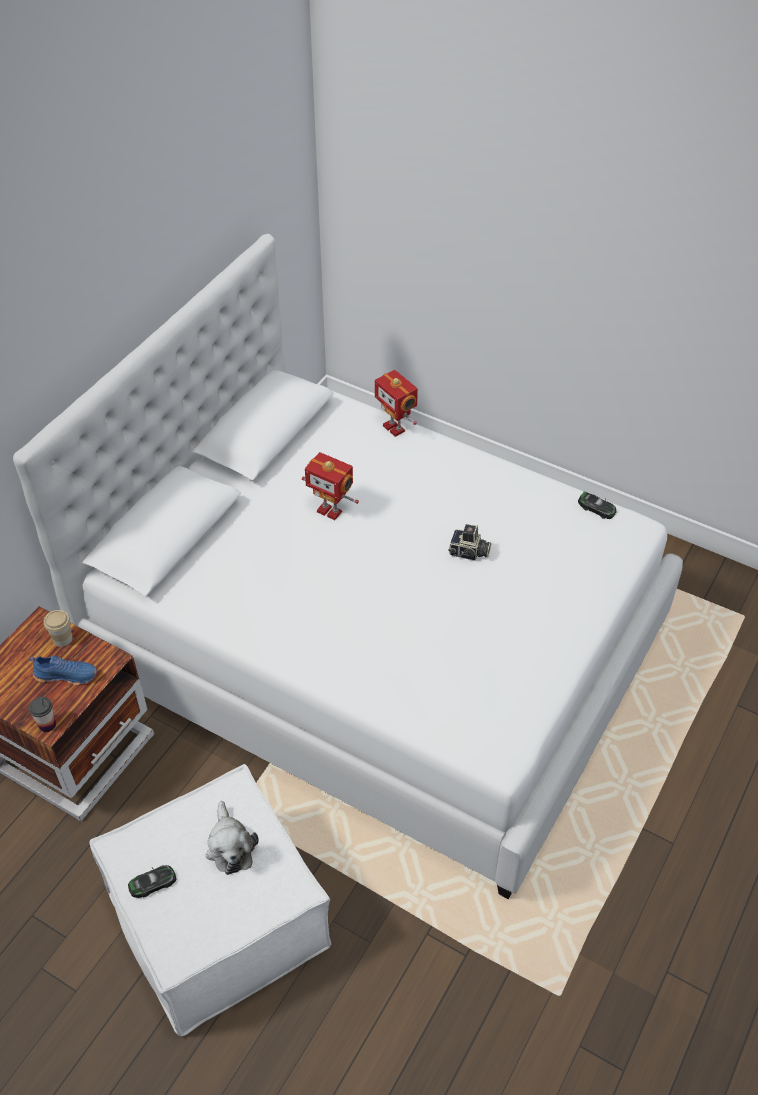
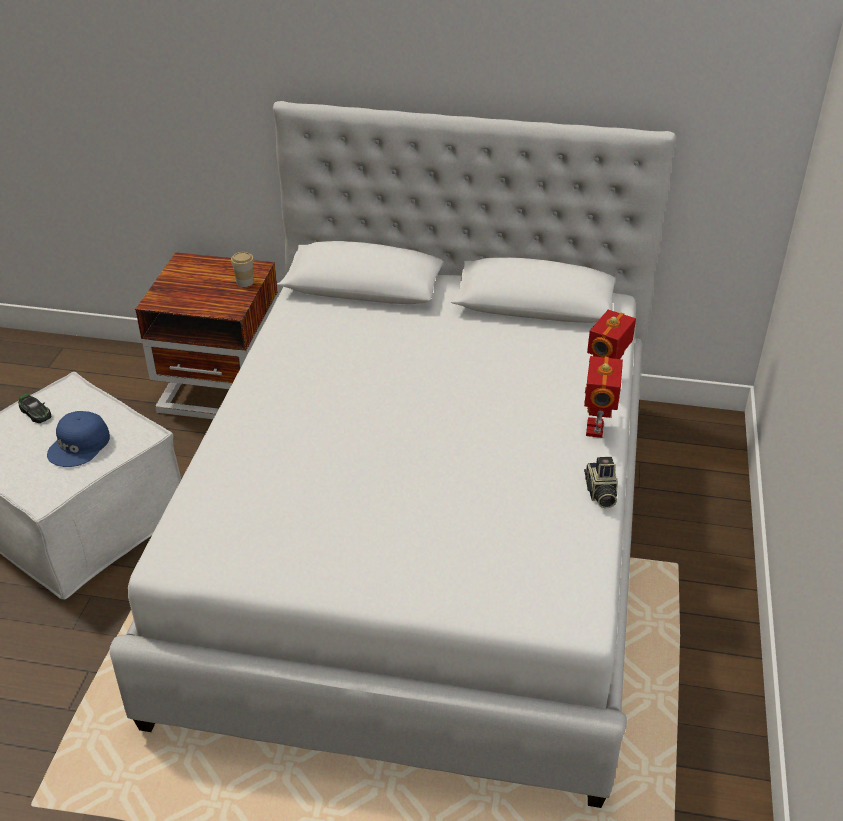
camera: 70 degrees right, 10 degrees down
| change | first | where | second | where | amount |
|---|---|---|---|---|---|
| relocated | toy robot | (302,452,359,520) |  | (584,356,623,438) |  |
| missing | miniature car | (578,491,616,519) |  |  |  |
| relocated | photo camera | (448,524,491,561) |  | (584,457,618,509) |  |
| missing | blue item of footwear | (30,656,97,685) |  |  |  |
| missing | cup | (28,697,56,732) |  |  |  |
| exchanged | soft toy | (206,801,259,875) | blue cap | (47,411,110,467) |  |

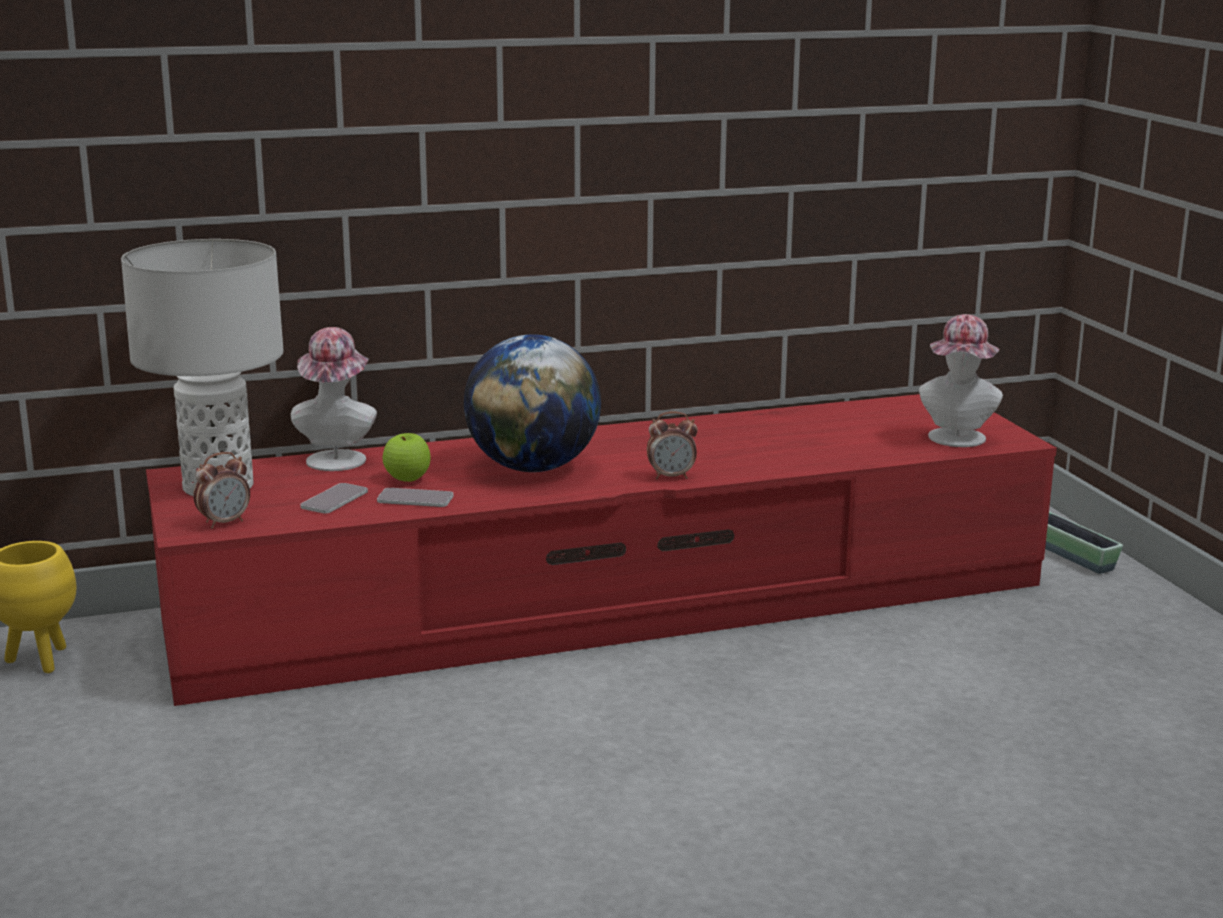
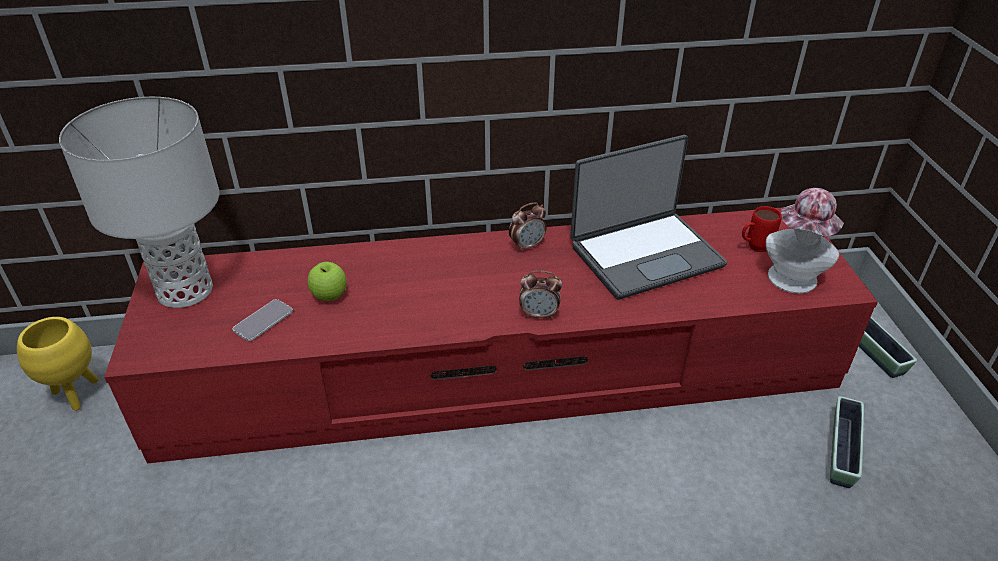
camera: 10 degrees right, 20 degrees up
| change | first | where | second | where | amount |
|---|---|---|---|---|---|
| missing | wearable hat | (291,327,377,471) |  |  |  |
| missing | globe | (464,335,601,472) |  |  |  |
| relocated | table clock | (193,452,250,529) |  | (509,202,547,252) |  |
| missing | handset | (377,488,453,507) |  |  |  |
| appeared |  |  | portable computer | (570,135,727,300) |  |
| appeared |  |  | red tea mug | (742,206,782,252) |  |
| appeared |  |  | planter | (830,396,864,488) |  |

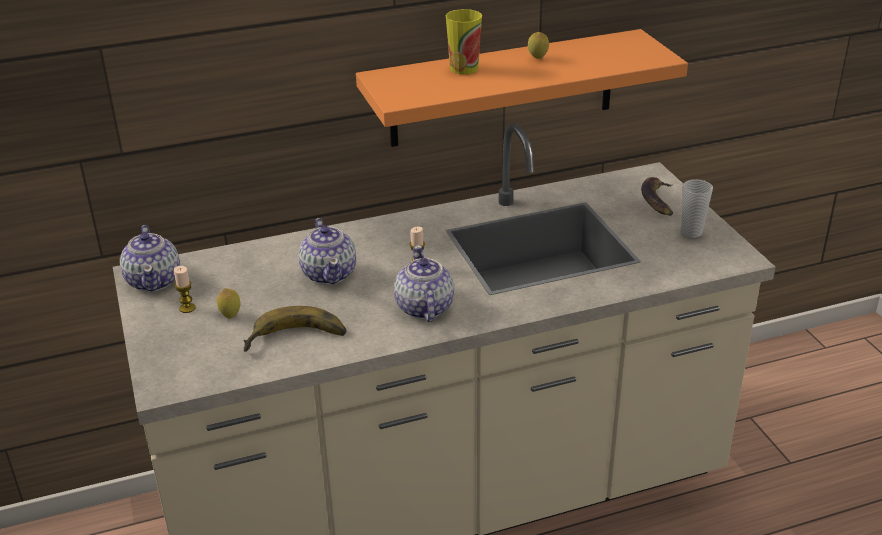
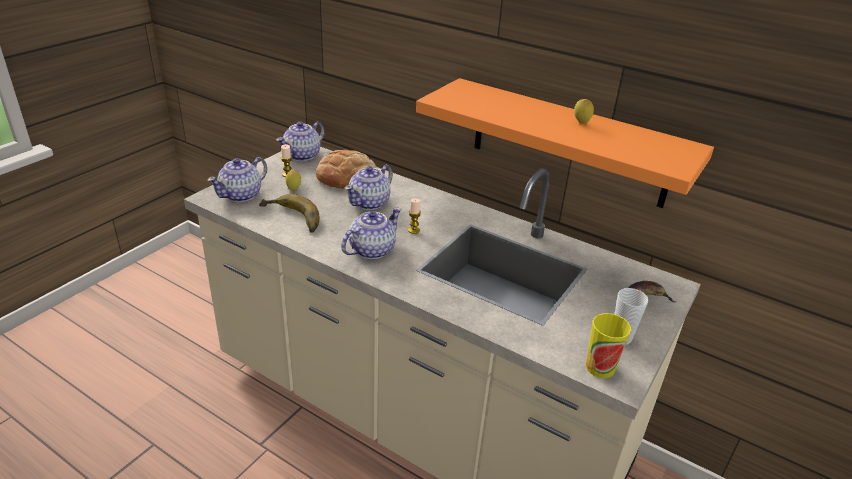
camera: 50 degrees right, 0 degrees up
| change | first | where | second | where | amount |
|---|---|---|---|---|---|
| relocated | cup | (446,9,482,74) |  | (586,313,631,378) |  |
| appeared |  |  | bakery bread | (316,150,377,189) |  |
| appeared |  |  | pot for tea | (207,157,267,202) |  |

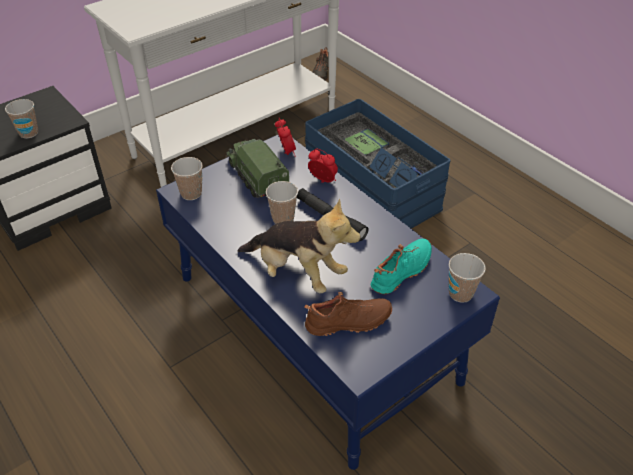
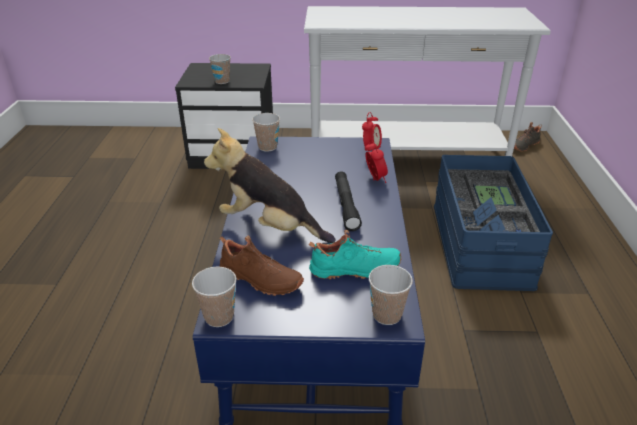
camera: 40 degrees right, 10 degrees down
| change | first | where | second | where | amount |
|---|---|---|---|---|---|
| missing | toy truck | (226,139,289,198) |  |  |  |
| relocated | cup | (266,181,298,224) |  | (192,266,236,327) |  |
| spun | soft toy | (237,198,361,294) |  | (204,128,336,243) | 135 degrees clockwise |

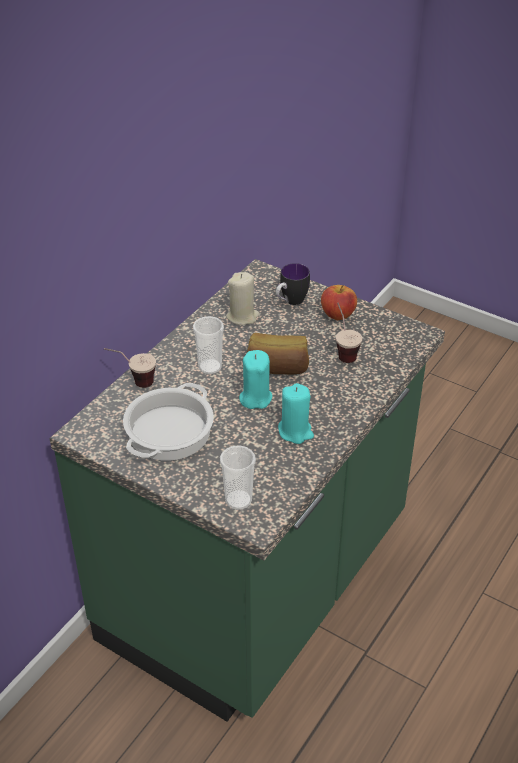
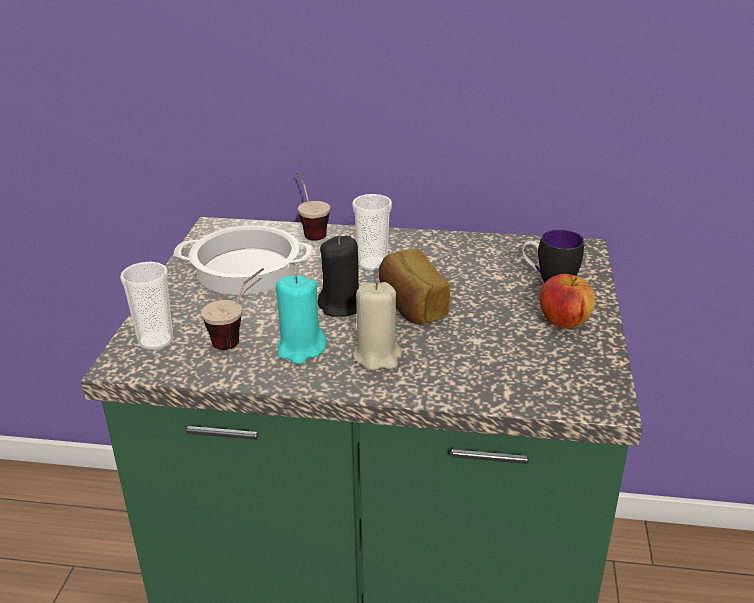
camera: 65 degrees right, 10 degrees down
| change | first | where | second | where | amount |
|---|---|---|---|---|---|
| relocated | beige wax light | (226,272,260,325) |  | (353,282,402,370) |  |
| relocated | cup | (336,303,362,363) |  | (201,268,264,350) |  |
| colour | turquoise-coloured wax light | (239,350,272,409) | black wax light | (318,236,359,317) |  |

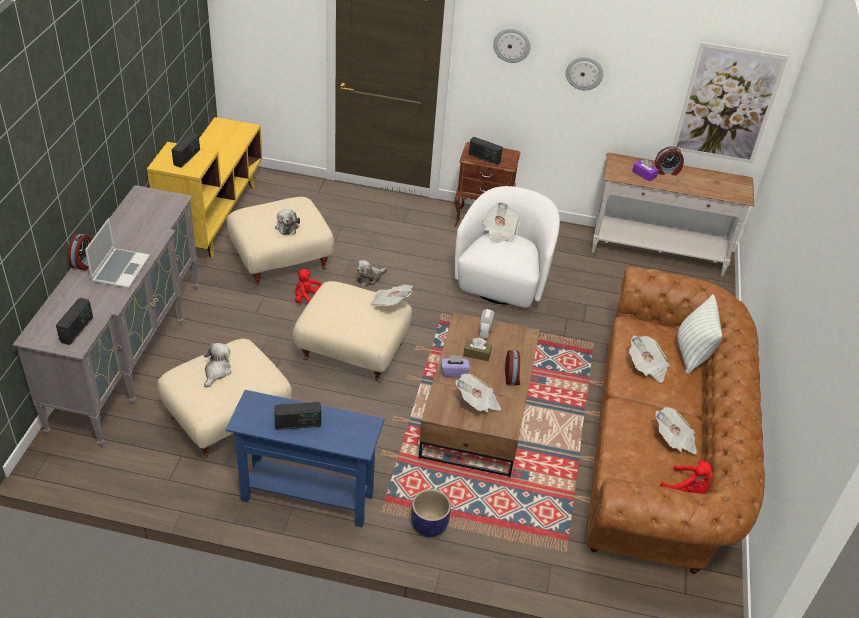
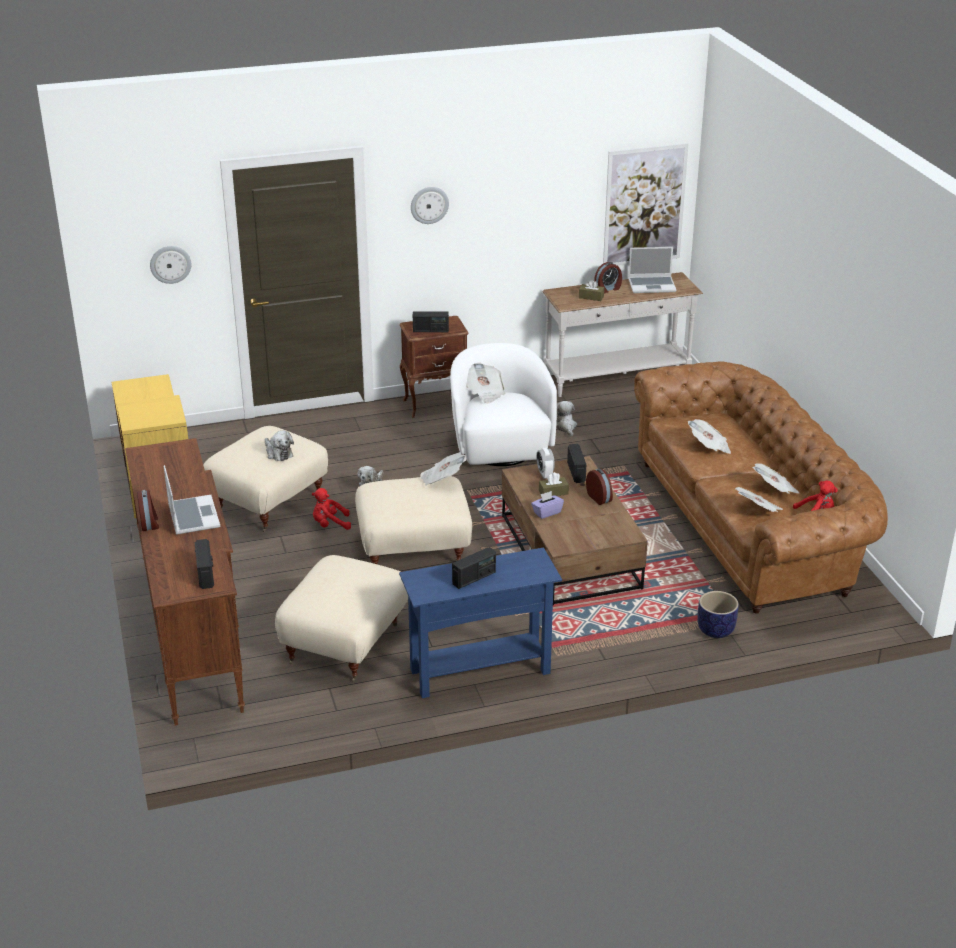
camera: 25 degrees left, 10 degrees down
| change | first | where | second | where | amount |
|---|---|---|---|---|---|
| relocated | hanging clock | (566,57,603,90) |  | (150,246,191,284) |  |
| relocated | radio receiver | (172,132,200,168) |  | (567,444,586,483) |  |
| colour | purple-coloured tissue holder | (632,159,659,182) | brown-coloured tissue holder | (579,279,604,301) |  |
| colour | greyish storage cabinet | (12,185,199,448) | brown-coloured storage cabinet | (125,438,245,725) |  |
| missing | pillow | (677,294,722,375) |  |  |  |
| relocated | soft toy | (204,343,231,388) |  | (556,401,577,437) |  |
| relocated | daily paper | (455,373,501,412) |  | (735,487,783,512) |  |
| relocated | planter | (411,489,451,537) |  | (698,591,739,638) |  |
| appeared |  |  | portable computer | (628,247,676,293) |  |

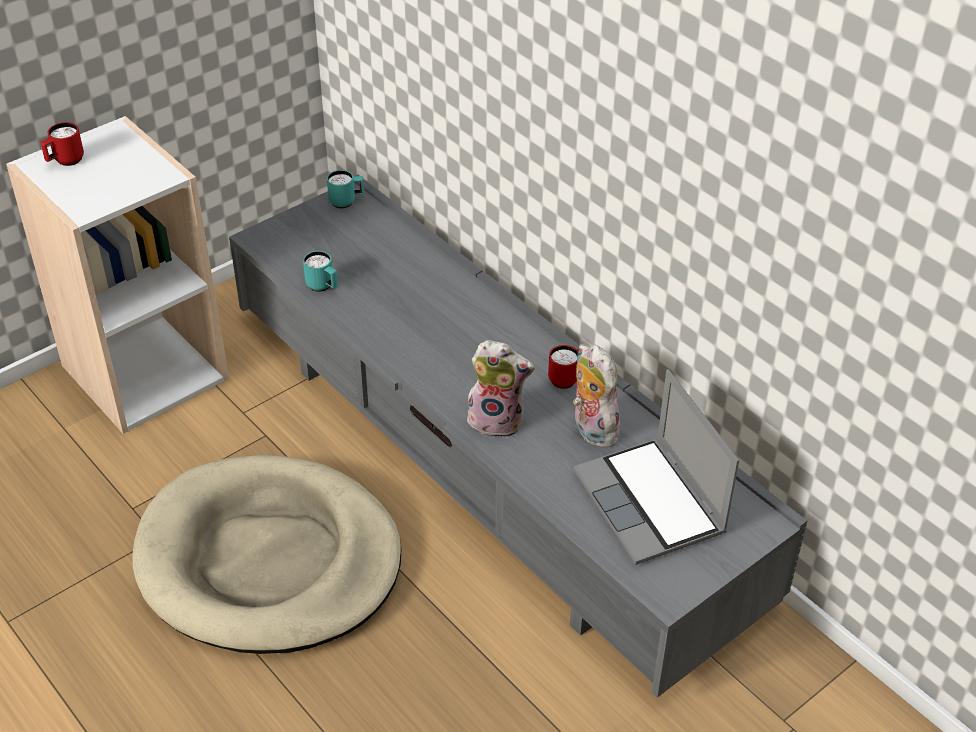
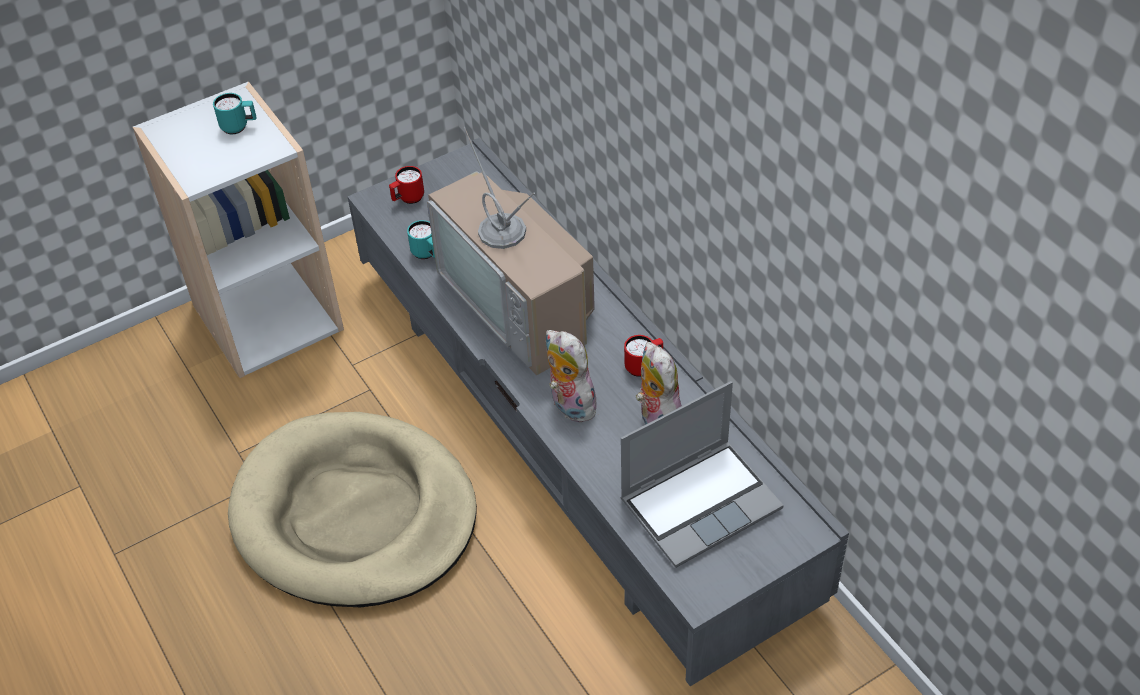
camera: 10 degrees right, 5 degrees up
| change | first | where | second | where | amount |
|---|---|---|---|---|---|
| relocated | red tea mug | (40,122,84,166) |  | (389,166,424,204) |  |
| relocated | turquoise-coloured tea mug | (327,170,364,208) |  | (213,93,257,134) |  |
| spun | soft toy | (467,340,534,438) |  | (546,330,602,423) | 150 degrees counterclockwise |
| spun | portable computer | (573,369,739,565) |  | (621,381,784,568) | 105 degrees counterclockwise |
| appeared |  |  | TV set | (427,127,595,375) |  |

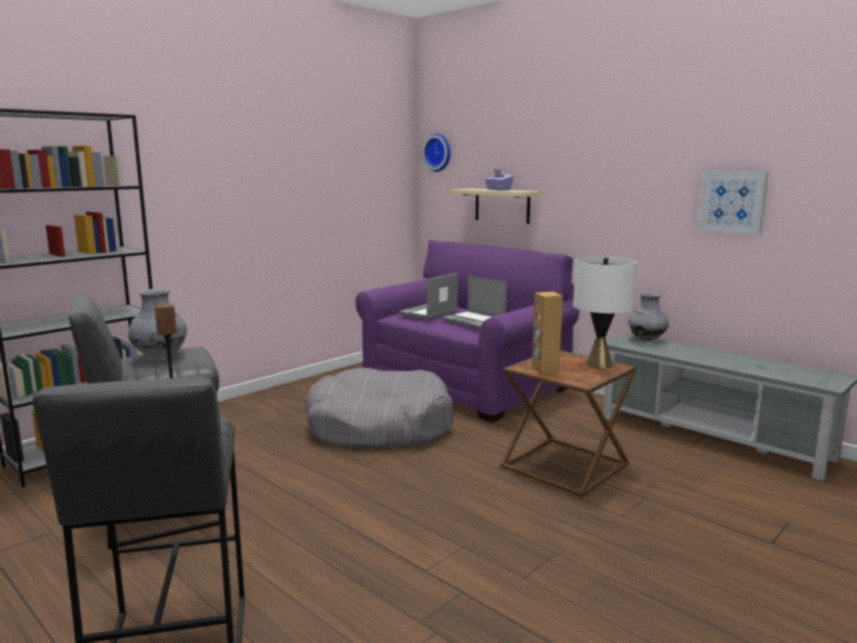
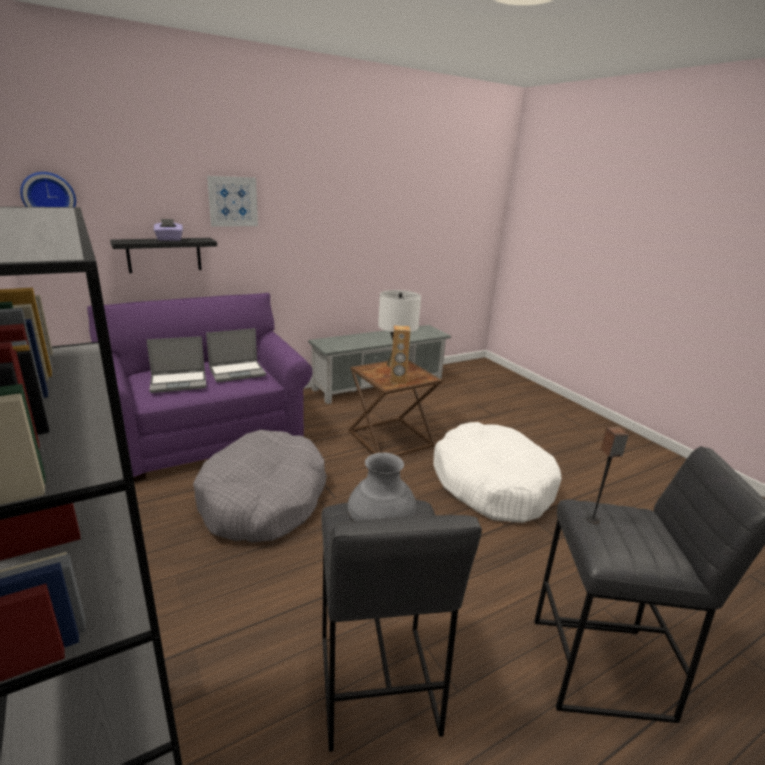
camera: 75 degrees left, 10 degrees up
| change | first | where | second | where | amount |
|---|---|---|---|---|---|
| relocated | picture | (698,171,768,235) |  | (207,176,258,227) |  |
| colour | beige bracket shelf | (451,189,541,224) | black bracket shelf | (110,238,217,273) |  |
| spun | portable computer | (399,273,458,319) |  | (146,336,207,393) | 75 degrees counterclockwise |
| missing | greyish vase | (628,293,669,341) |  |  |  |
| appeared |  |  | white dog cushion | (434,422,562,523) |  |

